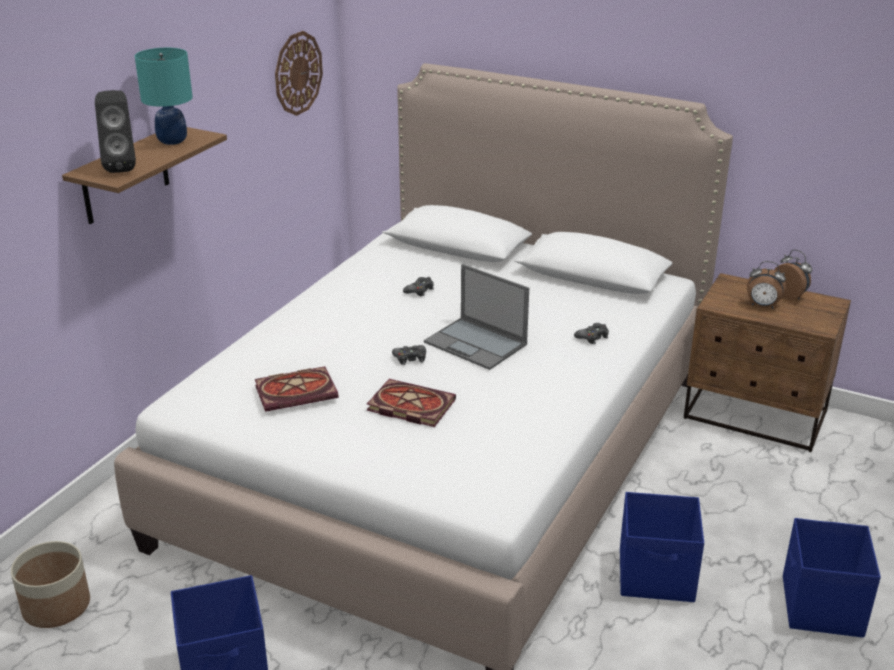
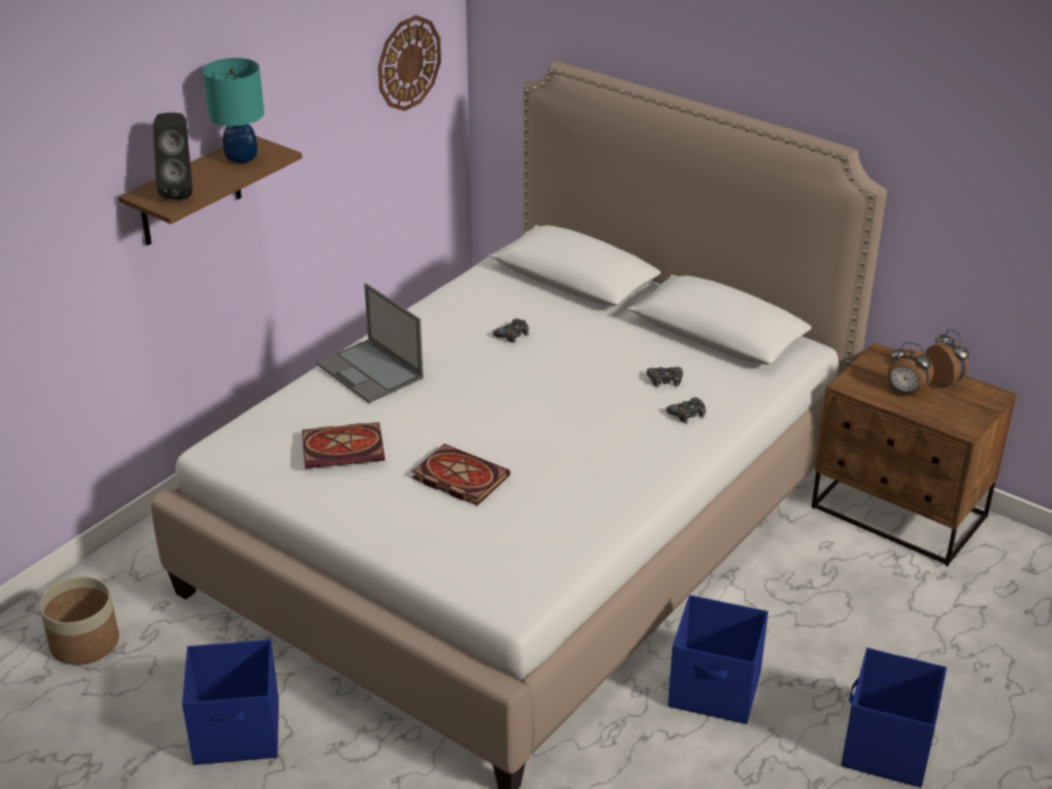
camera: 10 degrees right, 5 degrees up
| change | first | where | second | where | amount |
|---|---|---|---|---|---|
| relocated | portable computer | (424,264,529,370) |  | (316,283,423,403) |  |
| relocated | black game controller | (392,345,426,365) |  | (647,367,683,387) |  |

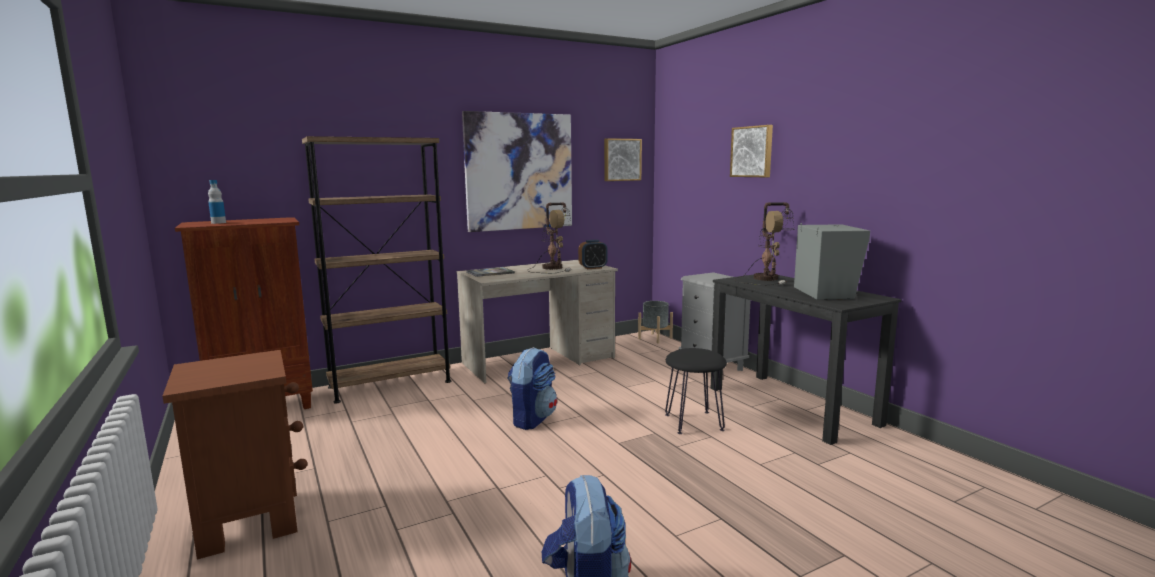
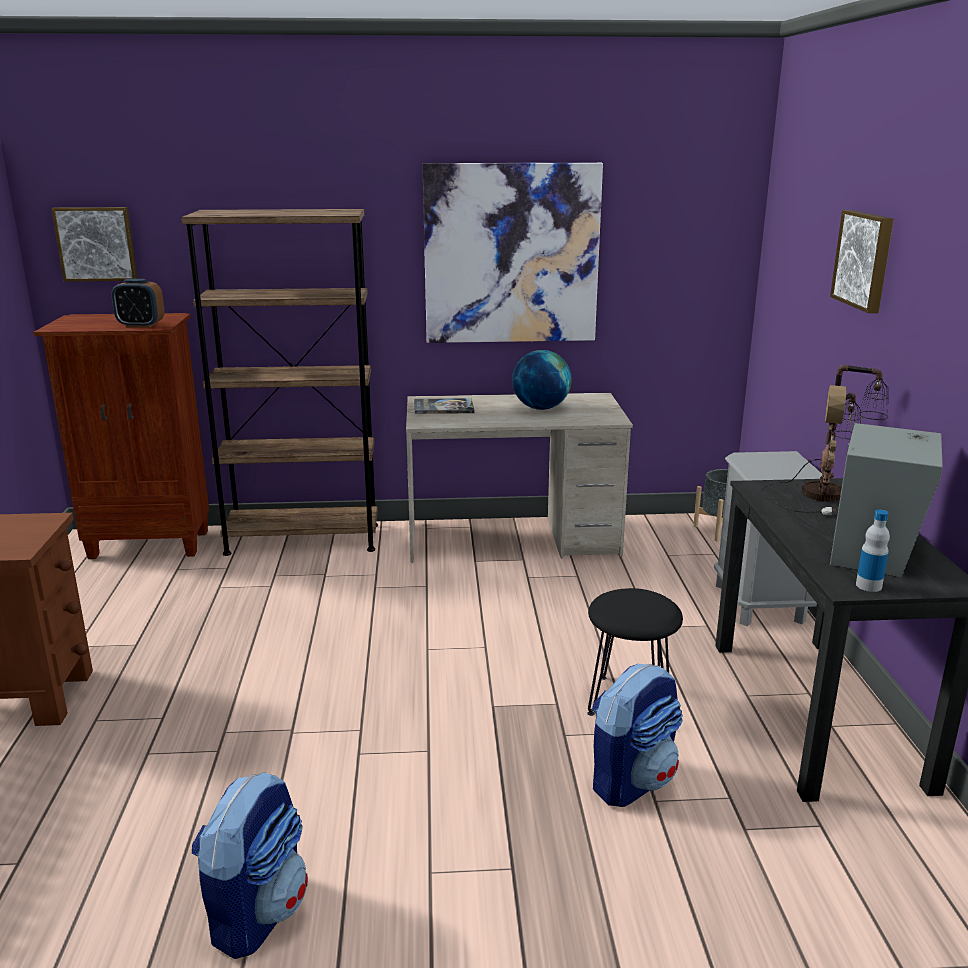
camera: 25 degrees right, 10 degrees up
| change | first | where | second | where | amount |
|---|---|---|---|---|---|
| relocated | picture | (604,138,642,181) |  | (51,207,138,282) |  |
| relocated | bottle | (208,180,226,224) |  | (856,510,890,592) |  |
| exchanged | lamp for a table | (528,202,571,273) | globe | (512,350,572,410) |  |
| relocated | table clock | (578,240,608,269) |  | (111,279,165,328) |  |
| relocated | backpack | (507,347,557,430) |  | (592,664,683,807) |  |

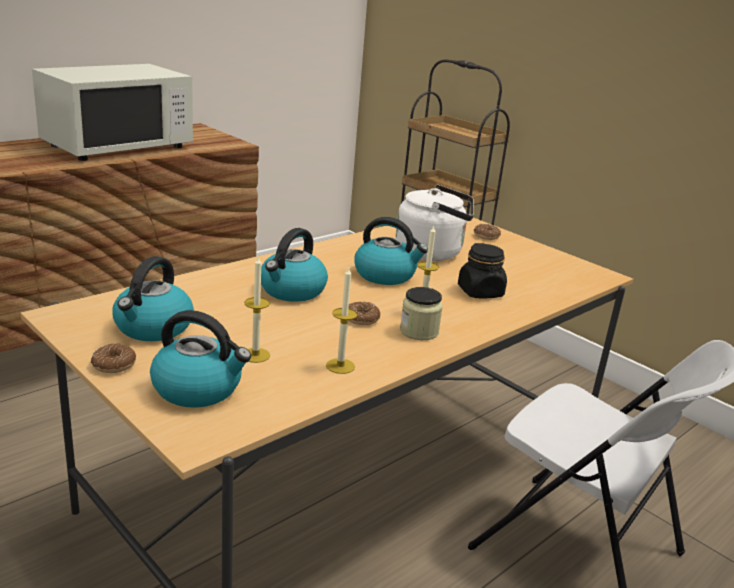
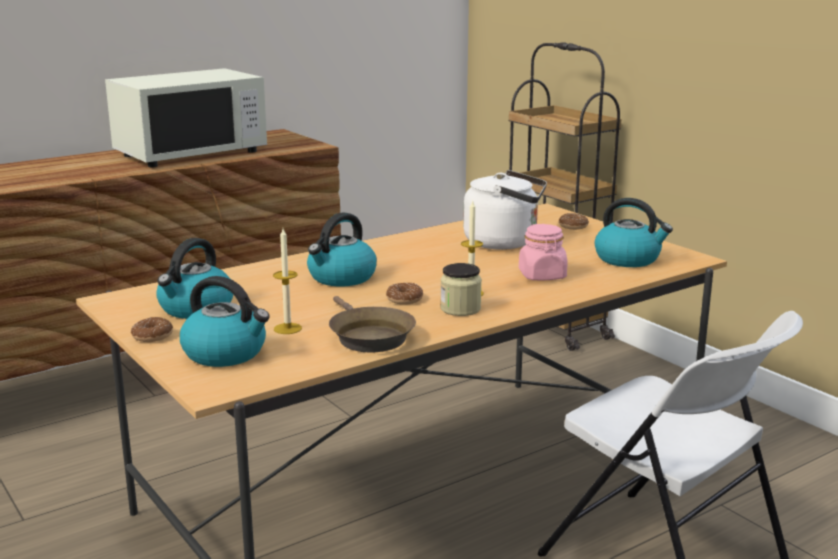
camera: 10 degrees right, 5 degrees down
| change | first | where | second | where | amount |
|---|---|---|---|---|---|
| relocated | kettle | (354,217,428,285) |  | (595,198,673,267) |  |
| colour | black jar | (458,243,507,298) | pink jar | (519,224,568,280) |  |
| exchanged | wax light | (326,267,358,374) | brown-coloured skillet | (329,296,416,352) |  |

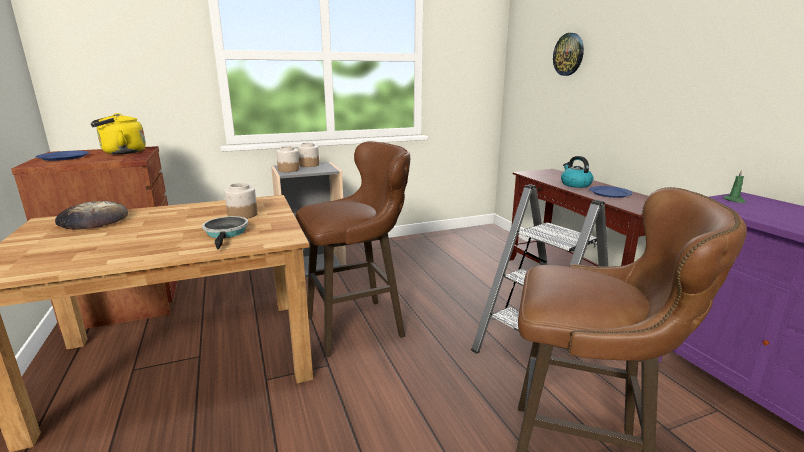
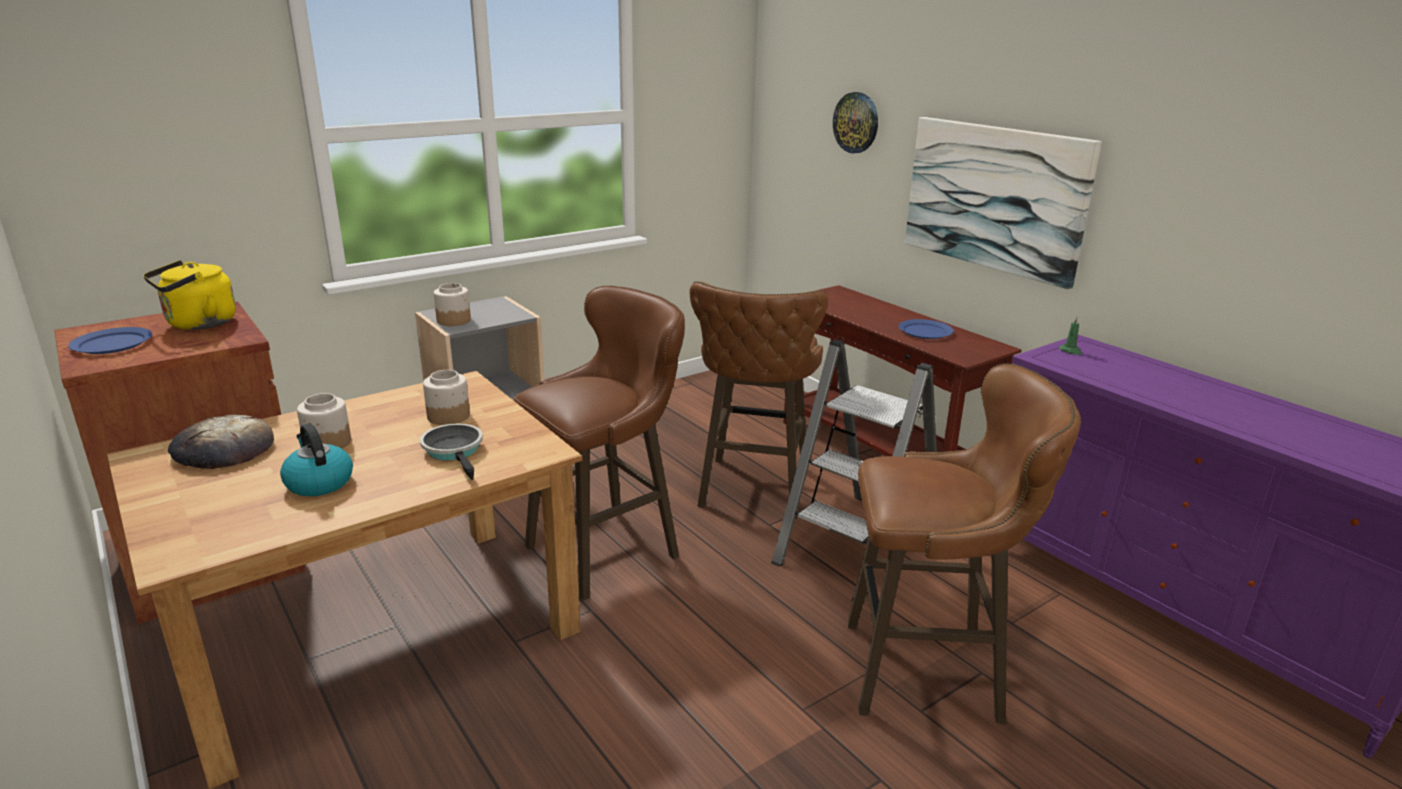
camera: 15 degrees left, 5 degrees up
| change | first | where | second | where | amount |
|---|---|---|---|---|---|
| relocated | jar | (298,143,319,167) |  | (297,393,351,449) |  |
| relocated | kettle | (561,156,593,188) |  | (280,423,353,496) |  |
| appeared |  |  | picture | (905,117,1102,289) |  |
| appeared |  |  | brown-coloured stool | (690,281,828,519) |  |

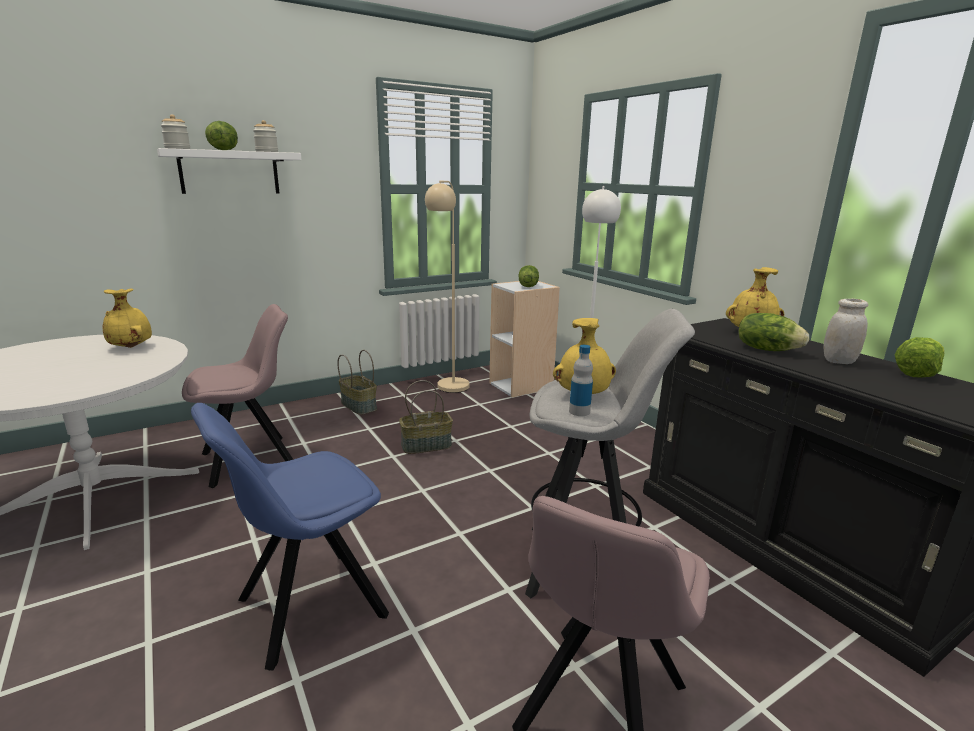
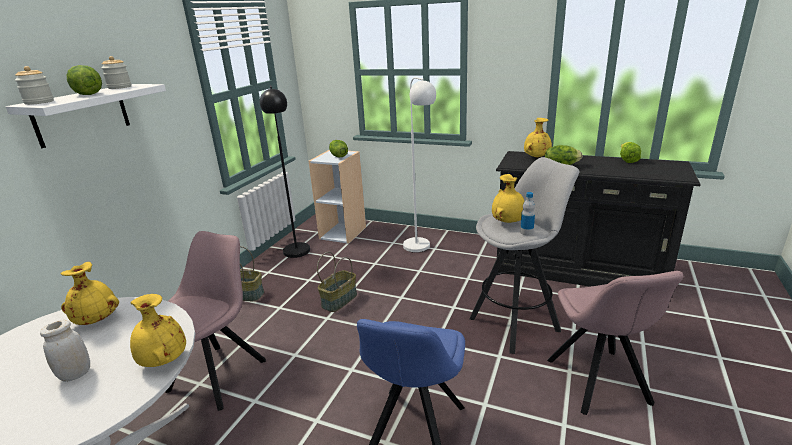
camera: 35 degrees left, 5 degrees up
| change | first | where | second | where | amount |
|---|---|---|---|---|---|
| colour | beige standing lamp | (425,181,470,393) | black standing lamp | (260,85,310,258) |  |
| relocated | white jar | (823,299,868,364) |  | (40,320,90,382) |  |
| appeared |  |  | yellow vase | (130,294,186,367) |  |

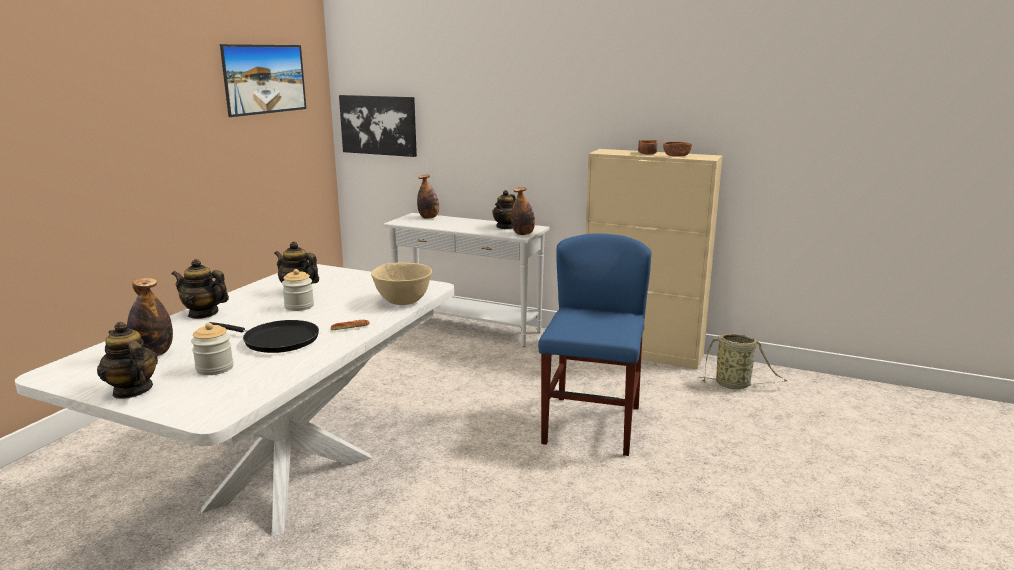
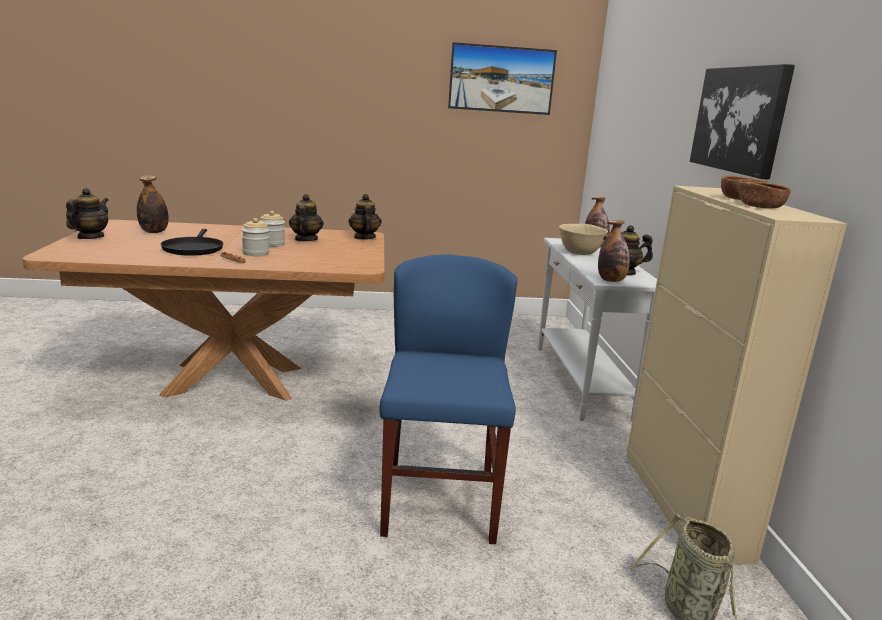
camera: 60 degrees right, 0 degrees up
| change | first | where | second | where | amount |
|---|---|---|---|---|---|
| relocated | picture | (339,95,417,157) |  | (690,64,795,179) |  |
| spun | blue plain chair | (538,233,651,456) |  | (380,254,518,544) | 75 degrees counterclockwise |
| relocated | pot for tea | (172,259,229,319) |  | (348,194,382,240) |  |
| relocated | beige bowl | (371,262,432,305) |  | (559,224,608,255) |  |
| colour | white kitchen table | (15,264,454,537) | brown-coloured kitchen table | (22,220,385,401) |  |
| relocated | jar | (191,323,233,375) |  | (242,218,270,256) |  |

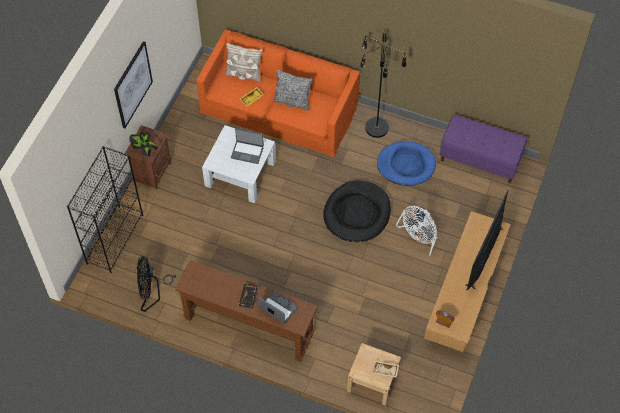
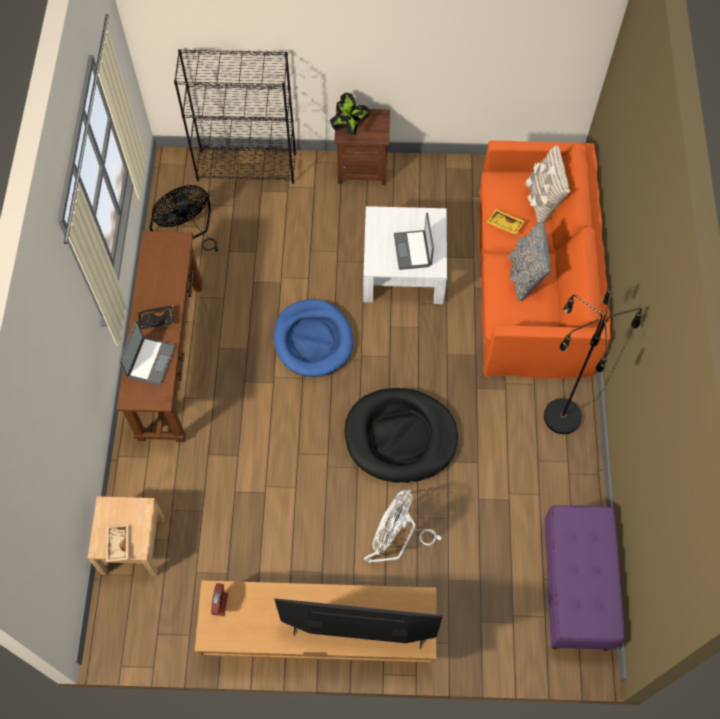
camera: 70 degrees right, 5 degrees up
| change | first | where | second | where | amount |
|---|---|---|---|---|---|
| missing | picture | (114,41,153,129) |  |  |  |
| relocated | blue dog cushion | (377,141,436,186) |  | (274,299,353,377) |  |

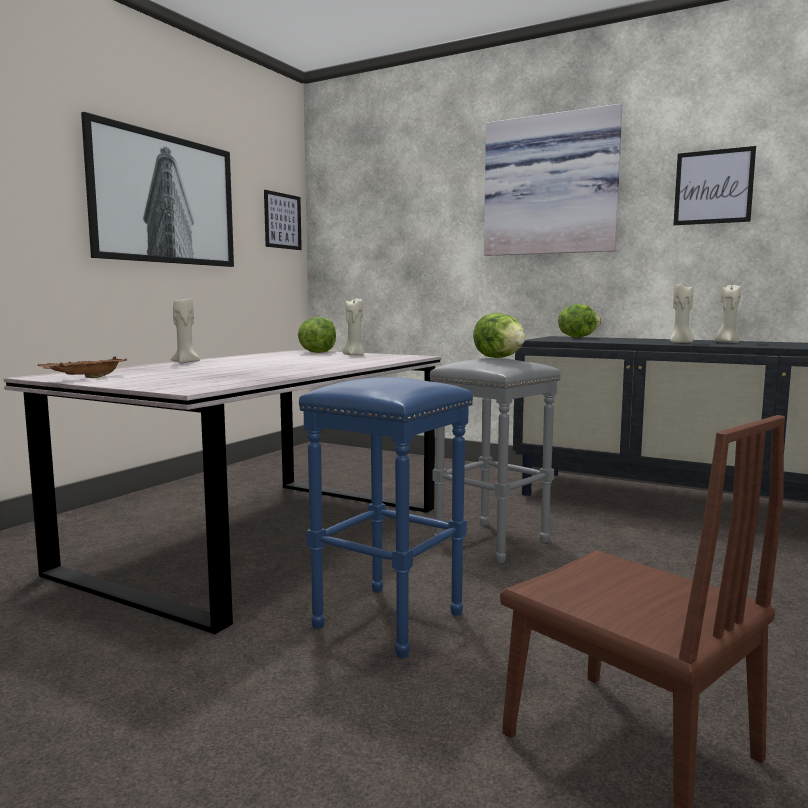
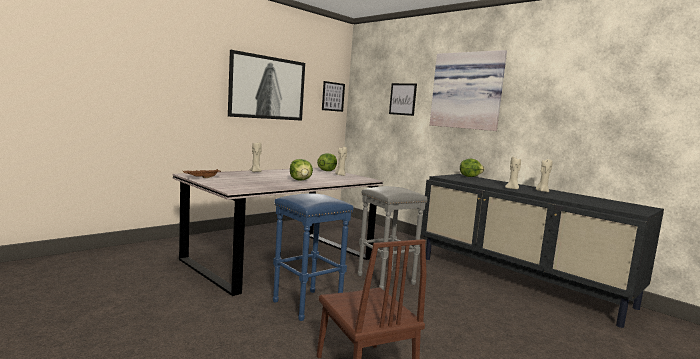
camera: 15 degrees right, 0 degrees up
| change | first | where | second | where | amount |
|---|---|---|---|---|---|
| relocated | picture | (674,146,756,225) |  | (389,83,417,116) |  |
| relocated | lettuce | (473,313,525,358) |  | (290,159,313,181) |  |

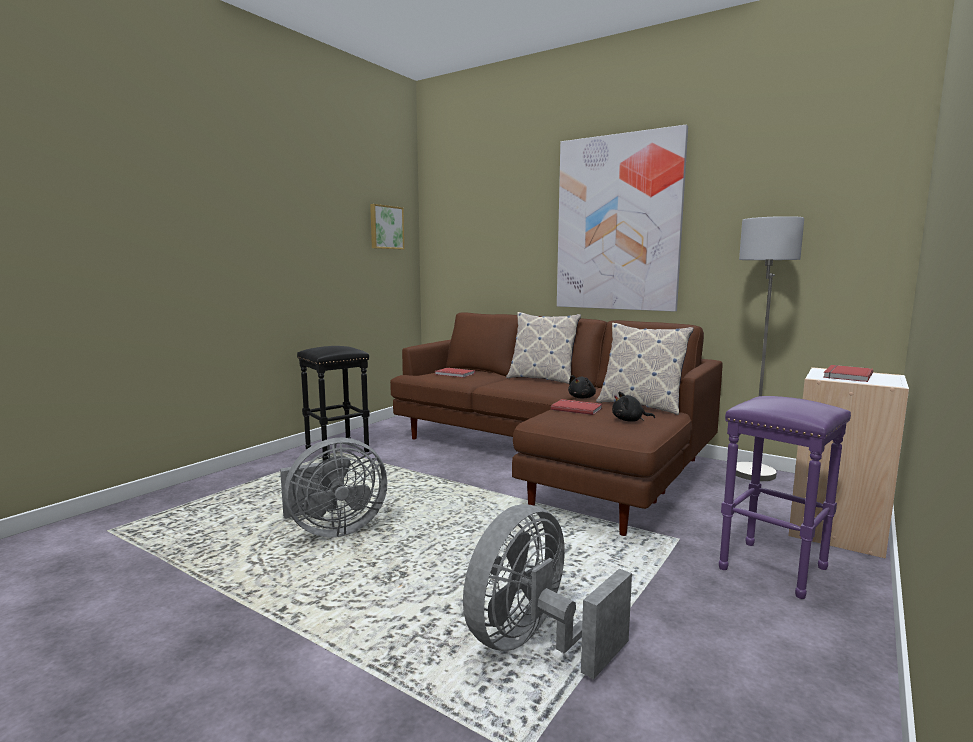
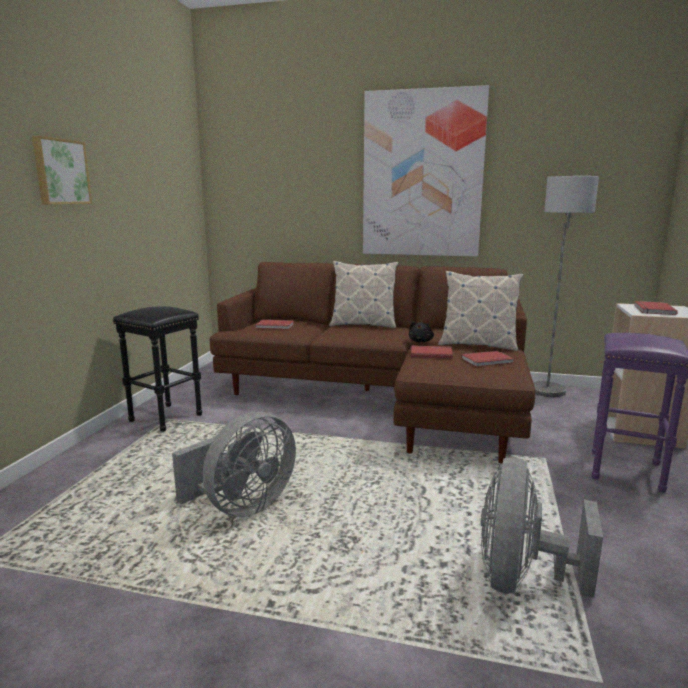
camera: 20 degrees left, 5 degrees up
| change | first | where | second | where | amount |
|---|---|---|---|---|---|
| relocated | picture | (370,204,404,249) |  | (32,136,92,205) |  |
| exchanged | black soft toy | (612,392,655,422) | red bound book | (461,351,514,367) |  |

